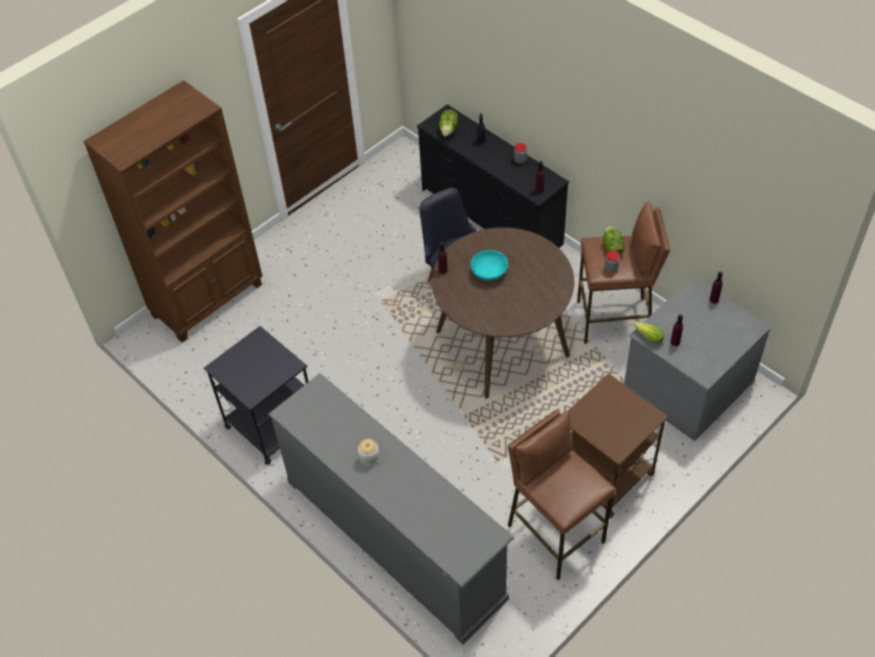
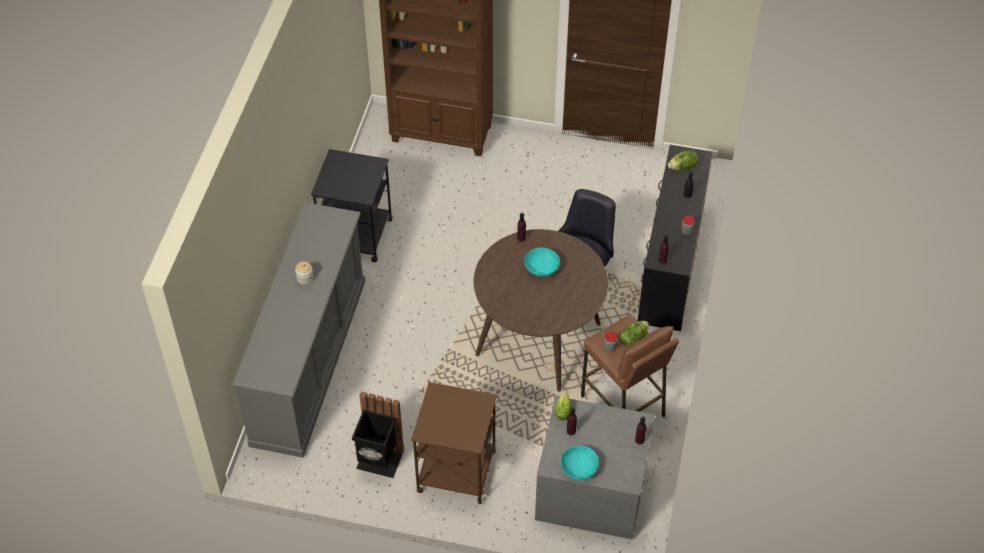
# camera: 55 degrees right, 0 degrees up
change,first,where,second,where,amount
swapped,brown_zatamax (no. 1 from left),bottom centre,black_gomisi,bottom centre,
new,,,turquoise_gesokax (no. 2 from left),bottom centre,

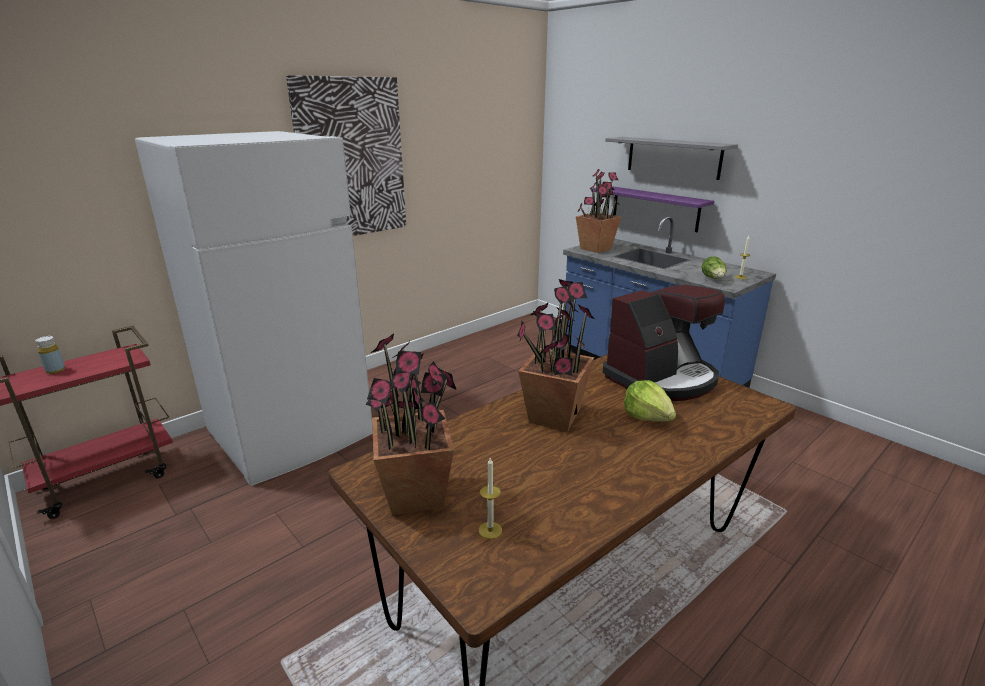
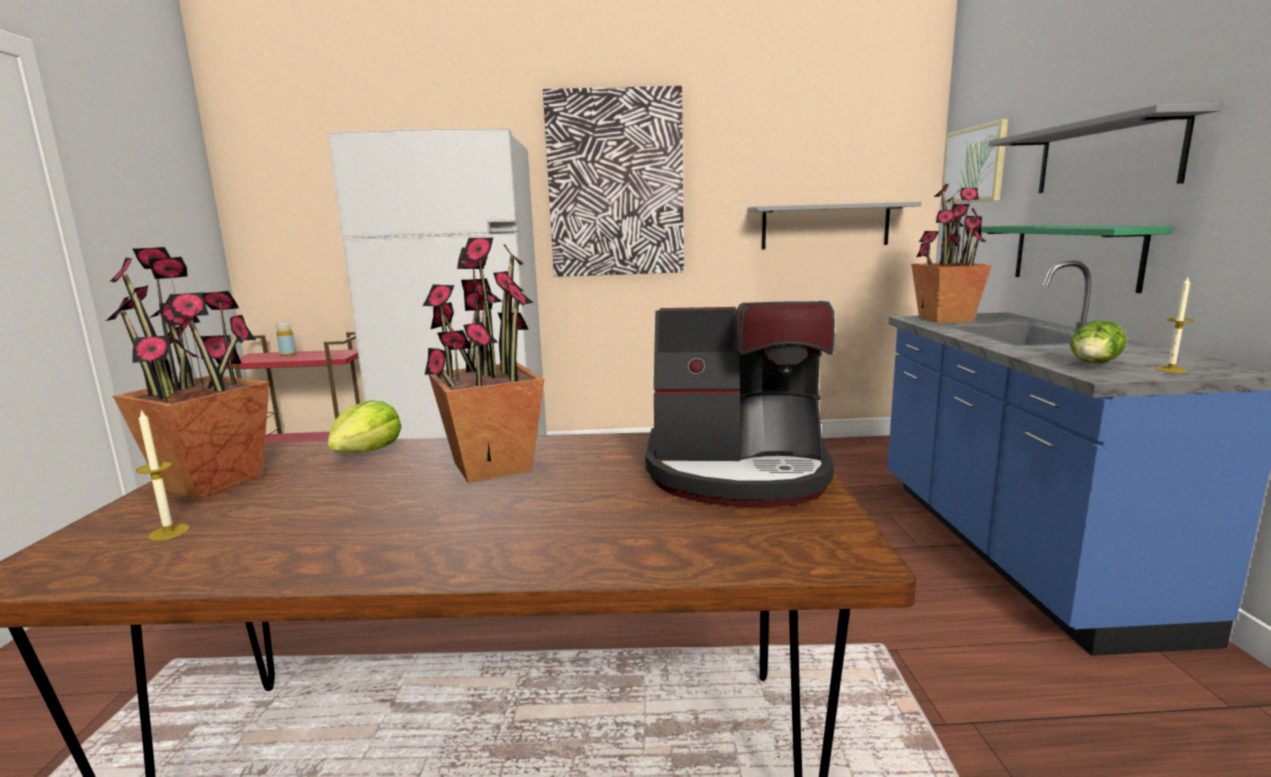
# camera: 40 degrees right, 10 degrees down
change,first,where,second,where,amount
repainted,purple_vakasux,top centre,green_vakasux,middle right,
shifted,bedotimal (no. 1 from left),centre,,middle left,
new,,,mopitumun (no. 2 from left),top right,
new,,,grey_vakasux (no. 1 from left),top centre,

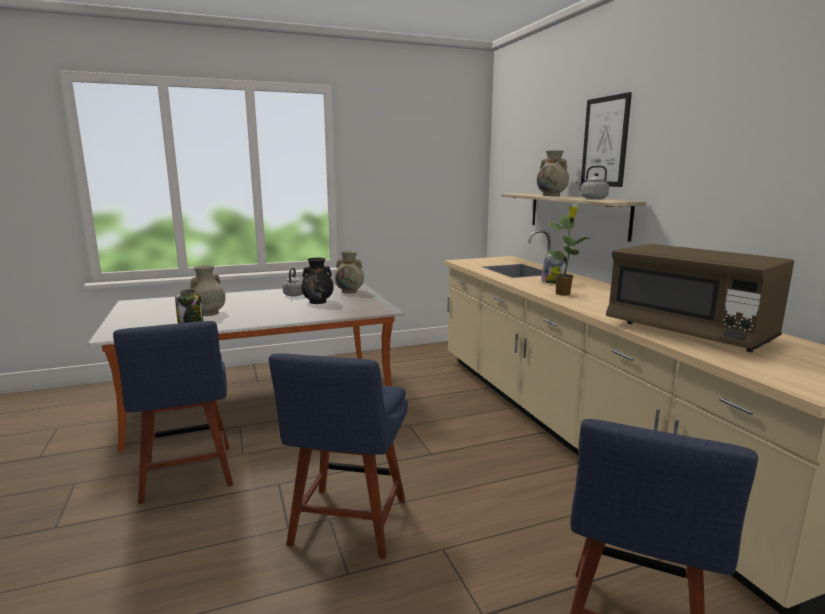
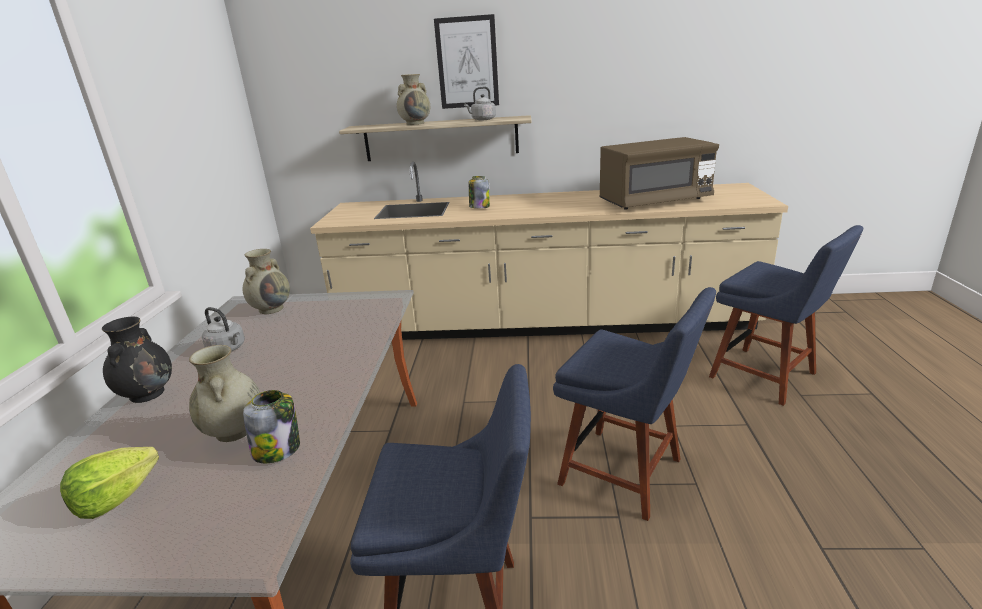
# camera: 65 degrees left, 10 degrees up
change,first,where,second,where,amount
gone,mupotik,middle right,,,
shifted,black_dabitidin,centre,,middle left,
new,,,bedotimal,bottom left,

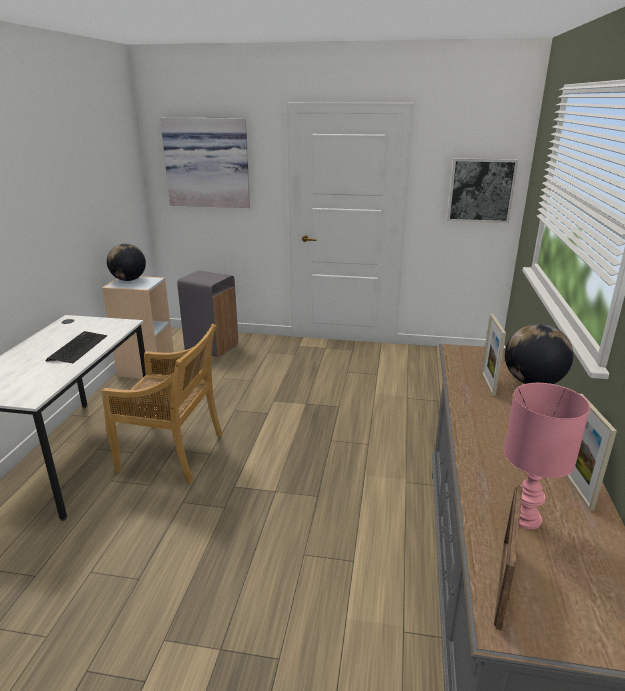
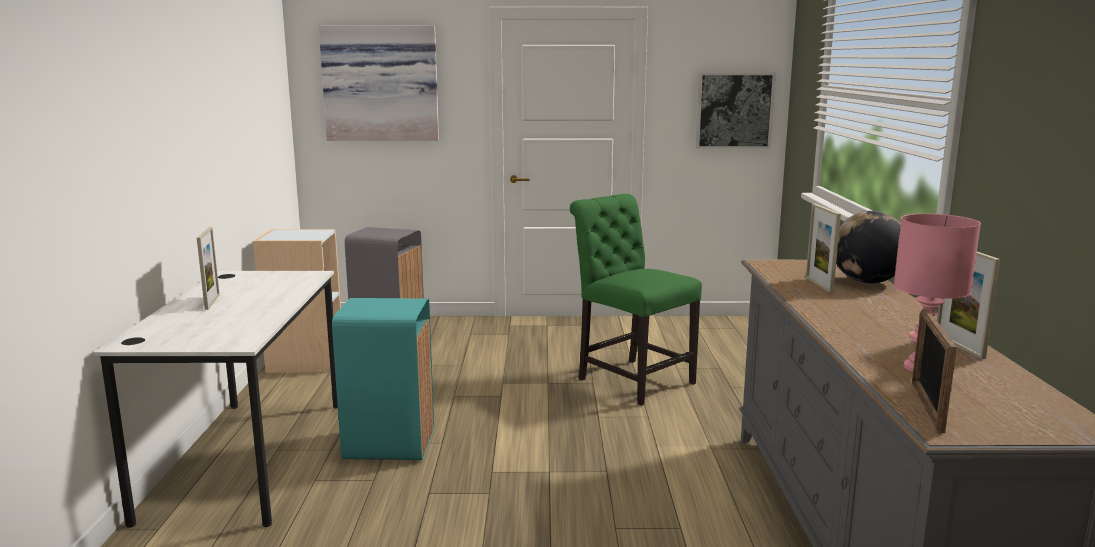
# camera: 10 degrees left, 10 degrees down
change,first,where,second,where,amount
gone,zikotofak (no. 1 from left),middle left,,,
swapped,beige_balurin,middle left,turquoise_gomisi,bottom centre,
gone,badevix,middle left,,,
new,,,green_balurin,centre,
new,,,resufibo (no. 1 from left),middle left,

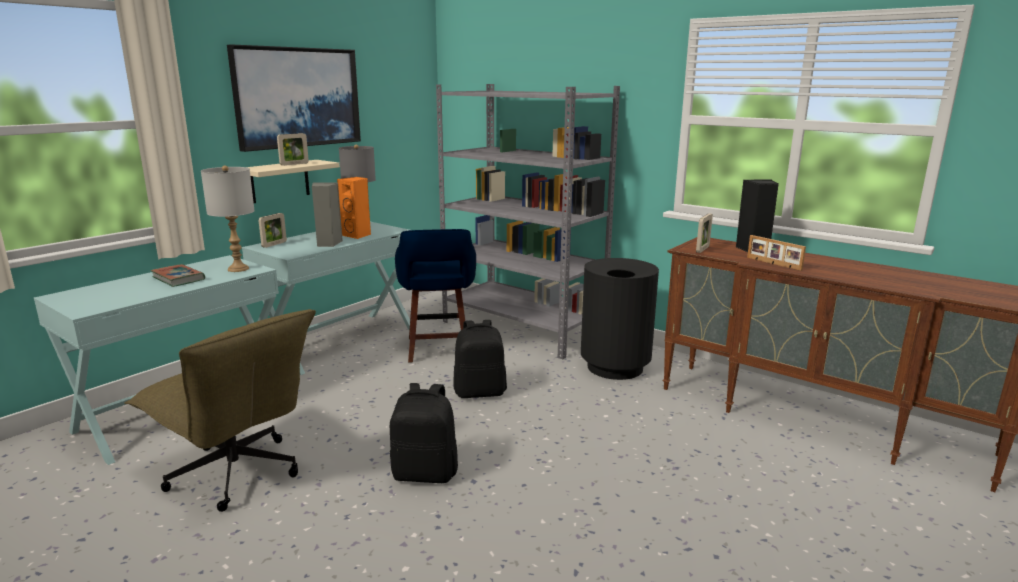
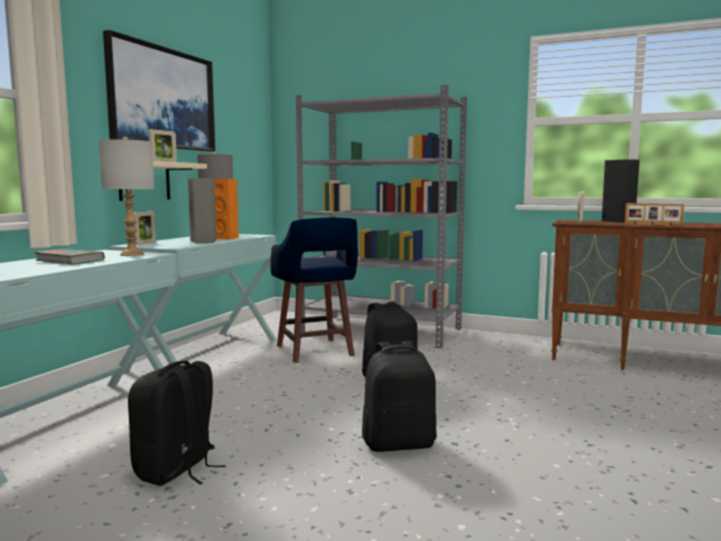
# camera: 15 degrees left, 10 degrees down
change,first,where,second,where,amount
gone,black_gomisi,centre,,,
swapped,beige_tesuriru,bottom left,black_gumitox (no. 1 from left),bottom left,

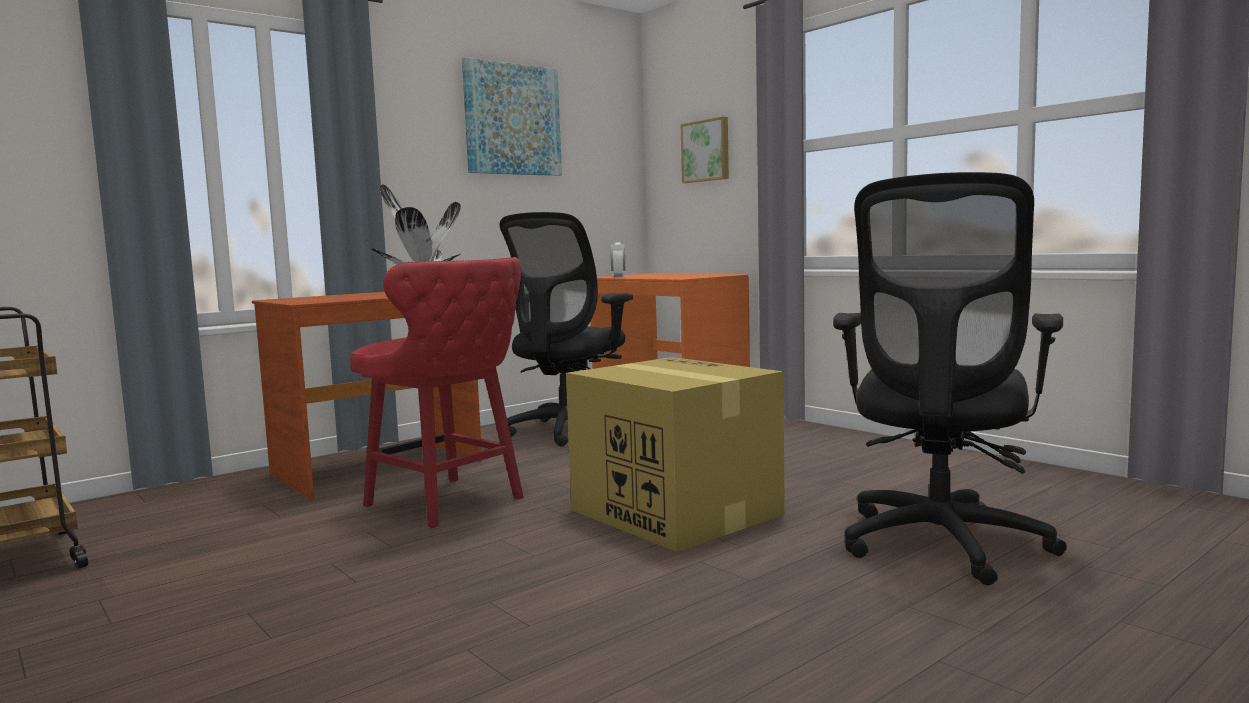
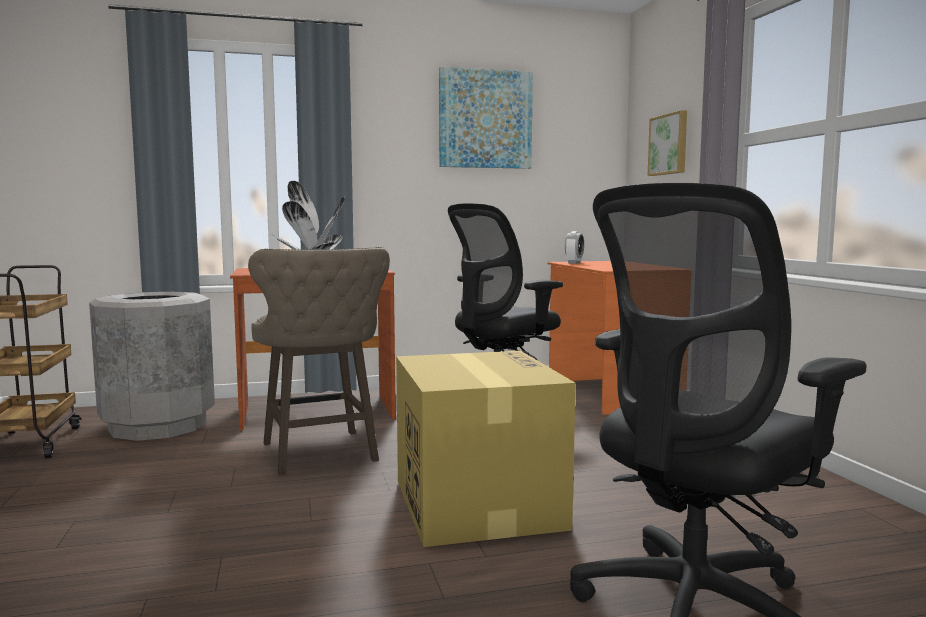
# camera: 25 degrees right, 0 degrees up
change,first,where,second,where,amount
repainted,red_zatamax,centre,beige_zatamax,centre,
new,,,grey_gomisi,middle left,

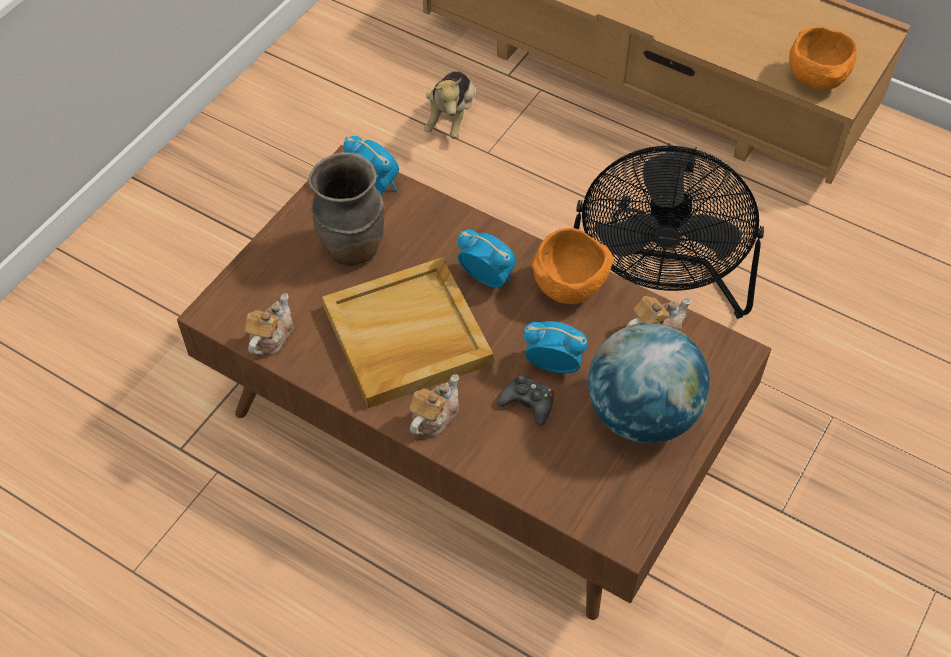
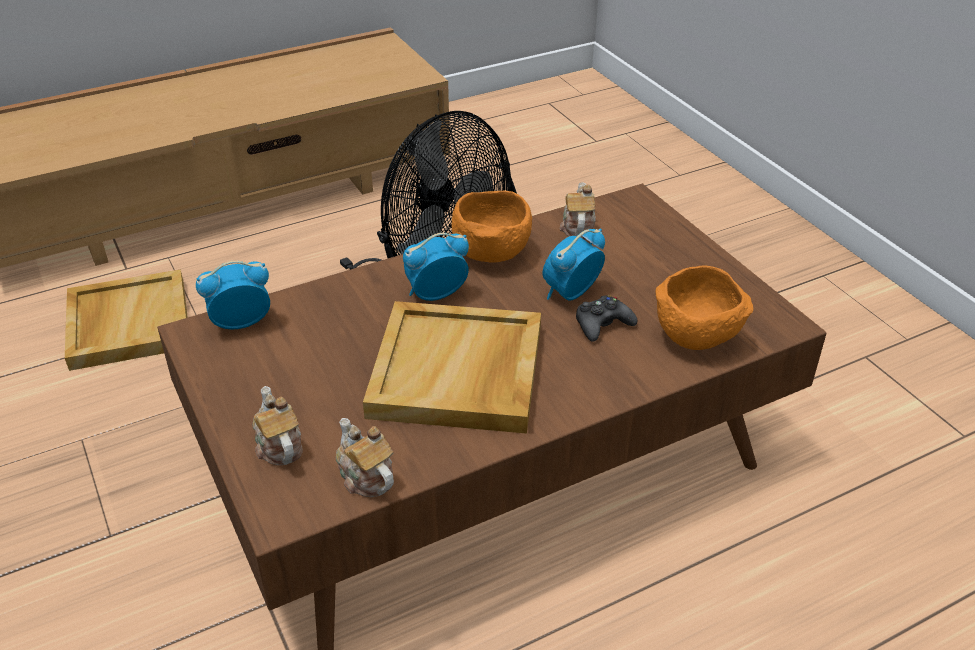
# camera: 60 degrees left, 15 degrees down
change,first,where,second,where,amount
shifted,orange_gesokax (no. 2 from left),top right,,middle right,
swapped,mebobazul,top centre,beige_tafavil (no. 1 from left),middle left,
gone,brown_dabitidin,top centre,,,
gone,zikotofak,middle right,,,
shifted,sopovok (no. 2 from left in the first image),centre,sopovok (no. 1 from left),middle left,

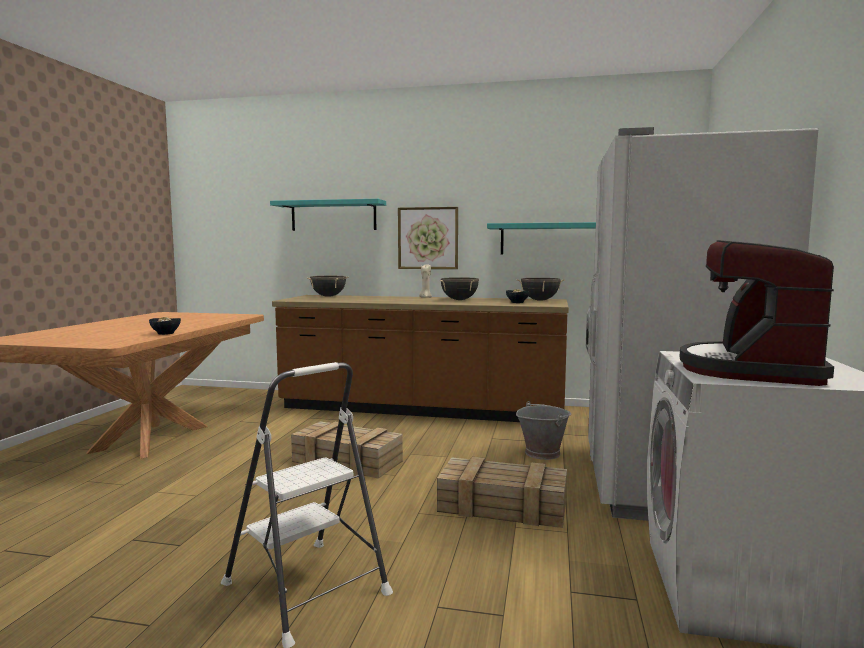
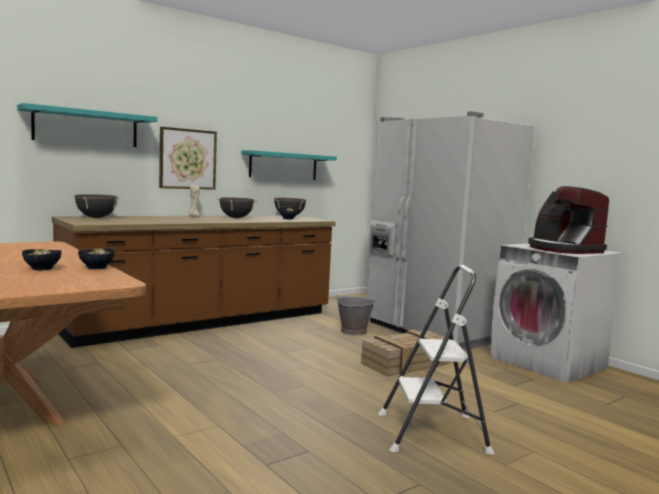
# camera: 50 degrees left, 0 degrees up
change,first,where,second,where,amount
gone,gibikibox (no. 1 from left),bottom centre,,,
new,,,gesokax (no. 1 from left),middle left,

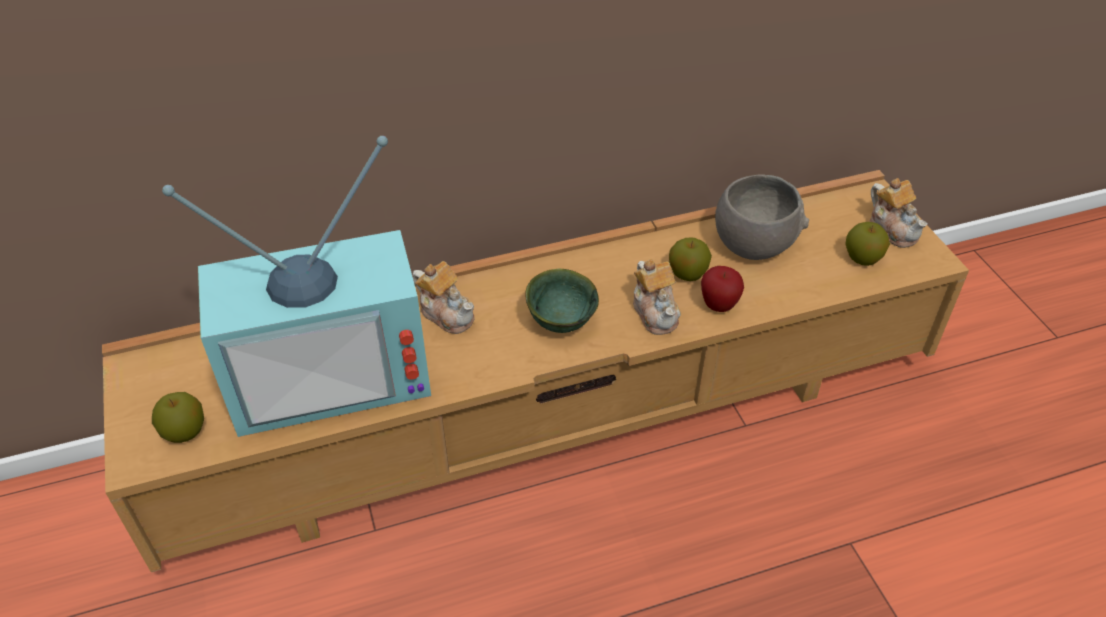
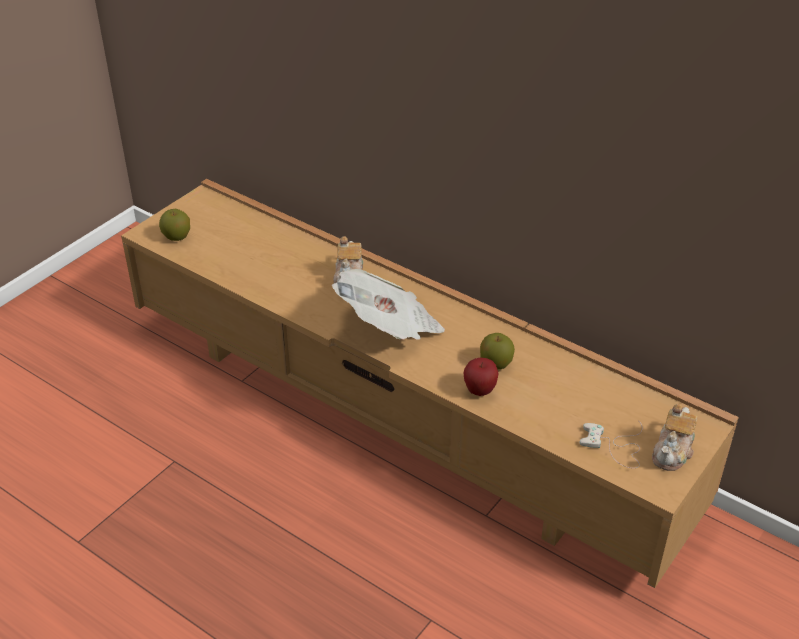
# camera: 55 degrees right, 5 degrees down
change,first,where,second,where,amount
gone,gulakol,middle left,,,
gone,grey_gesokax,middle right,,,
swapped,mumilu (no. 4 from left),middle right,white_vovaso,bottom right,
gone,sopovok (no. 2 from left),centre,,,
swapped,green_gesokax,centre,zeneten,centre,

